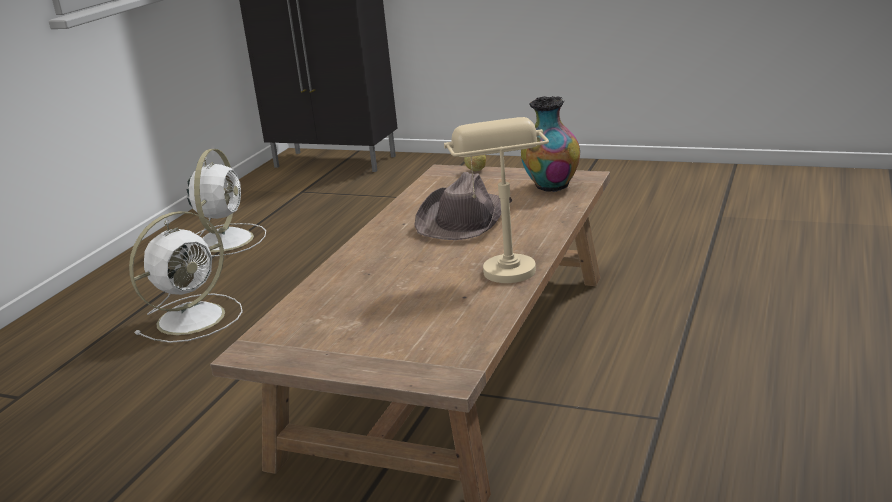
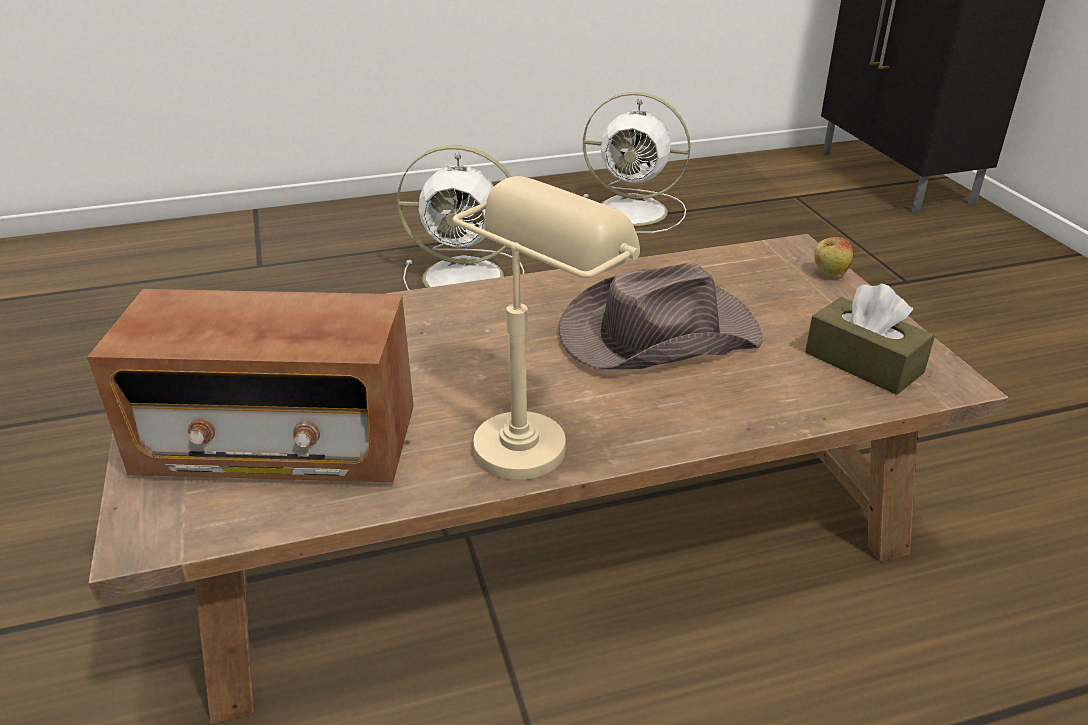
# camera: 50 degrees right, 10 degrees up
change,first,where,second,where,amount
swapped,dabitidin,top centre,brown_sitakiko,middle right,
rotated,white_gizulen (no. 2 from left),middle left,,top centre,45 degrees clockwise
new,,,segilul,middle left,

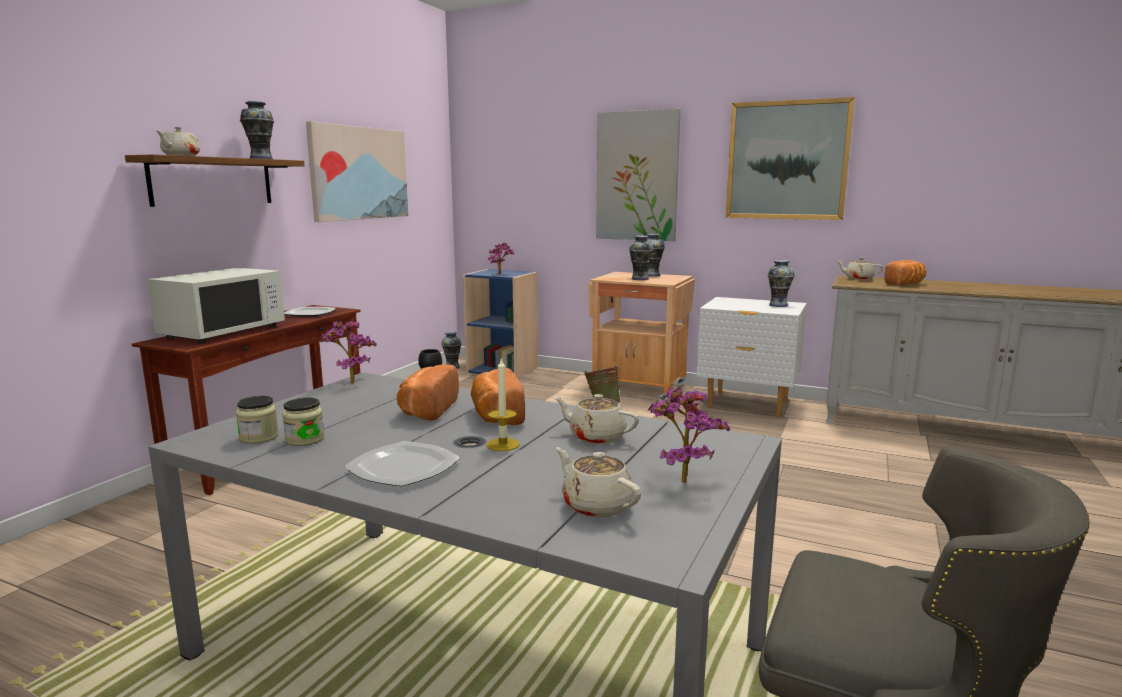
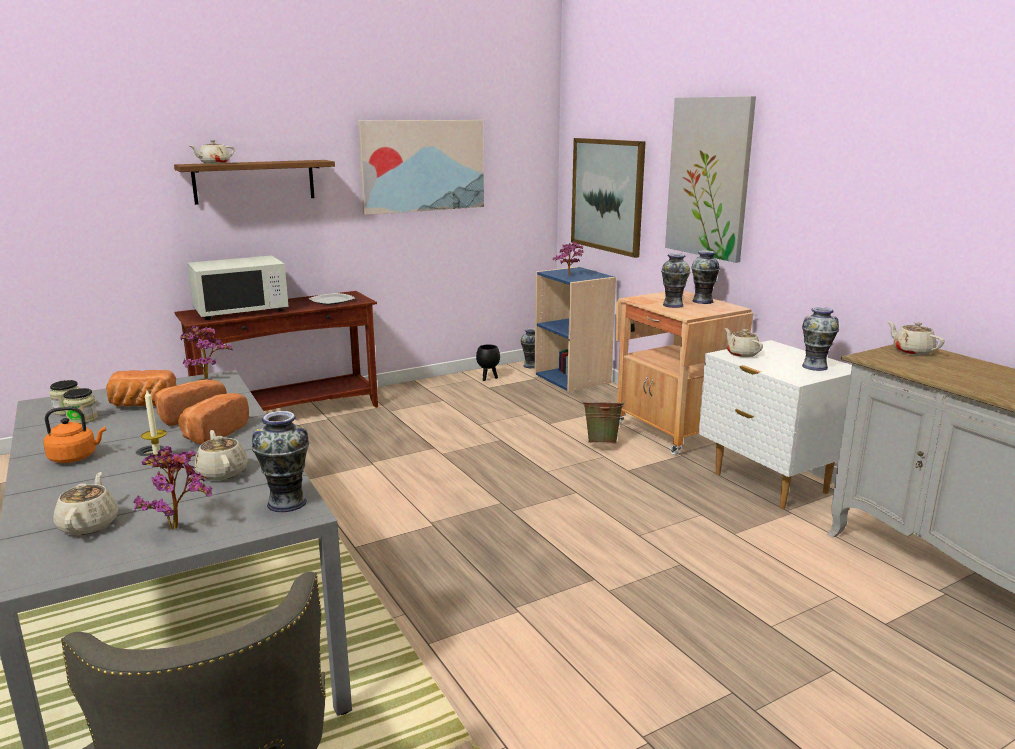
# camera: 35 degrees right, 5 degrees up
change,first,where,second,where,amount
shifted,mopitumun (no. 3 from left in the first image),top right,mopitumun (no. 2 from left),top centre,
shifted,dabitidin (no. 1 from left),top left,,middle left,
shifted,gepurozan (no. 3 from left in the first image),middle right,gepurozan (no. 1 from left),middle left,
swapped,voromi (no. 2 from left),centre,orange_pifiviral,middle left,
new,,,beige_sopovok (no. 4 from left),middle right,

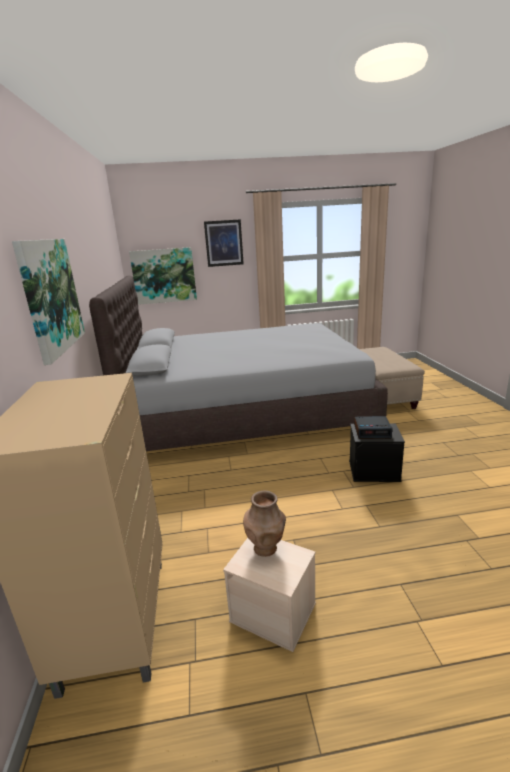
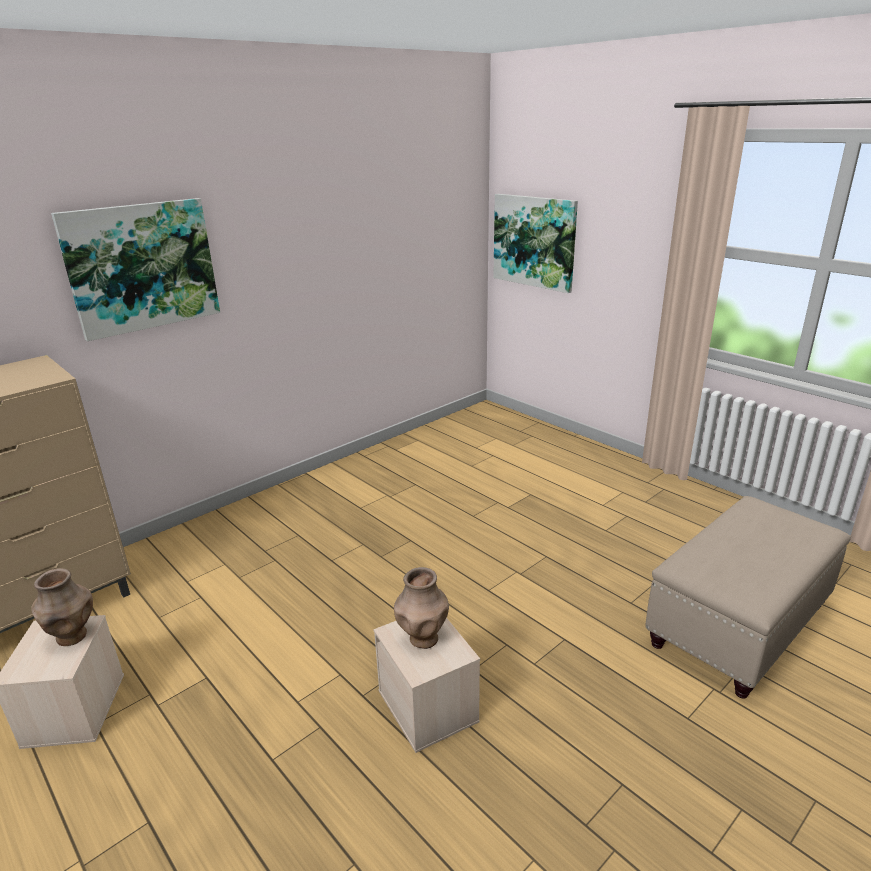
# camera: 55 degrees right, 5 degrees up
change,first,where,second,where,amount
gone,mopitumun (no. 3 from left),top centre,,,
gone,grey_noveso,centre,,,
swapped,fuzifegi,middle right,brown_dabitidin (no. 2 from left),bottom centre,
repainted,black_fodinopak,middle right,beige_fodinopak (no. 2 from left),bottom centre,

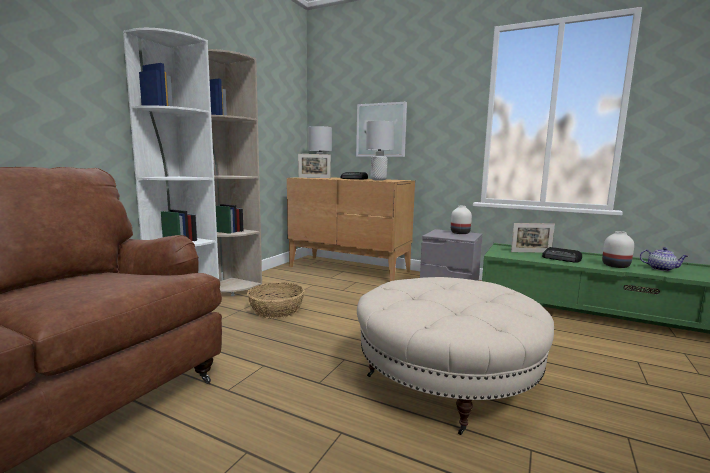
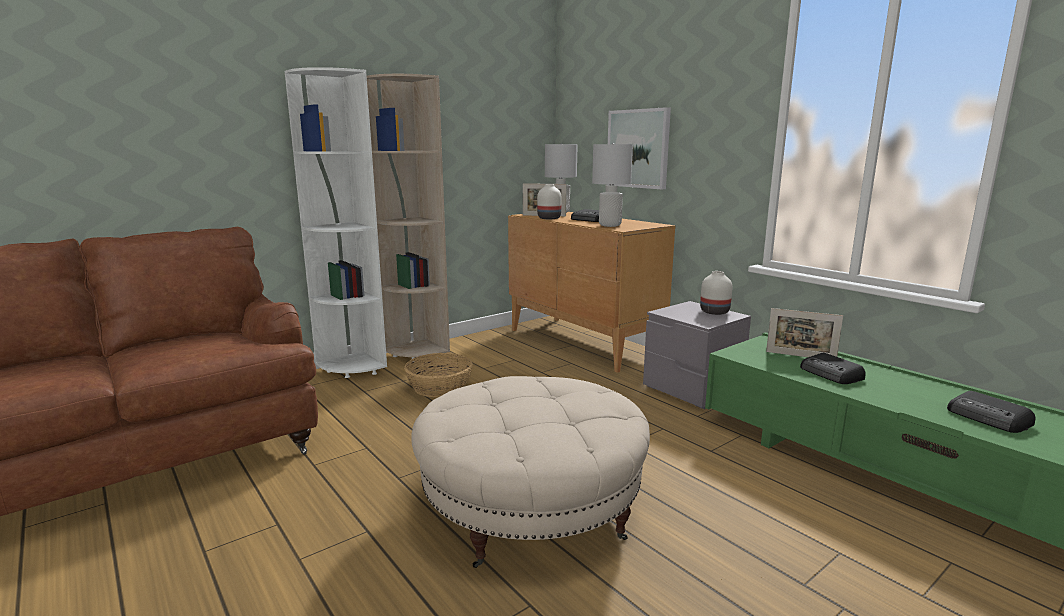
# camera: 25 degrees right, 5 degrees up
change,first,where,second,where,amount
shifted,white_dabitidin (no. 2 from left in the first image),middle right,white_dabitidin (no. 1 from left),top centre,
swapped,sopovok,middle right,segilul (no. 3 from left),bottom right,

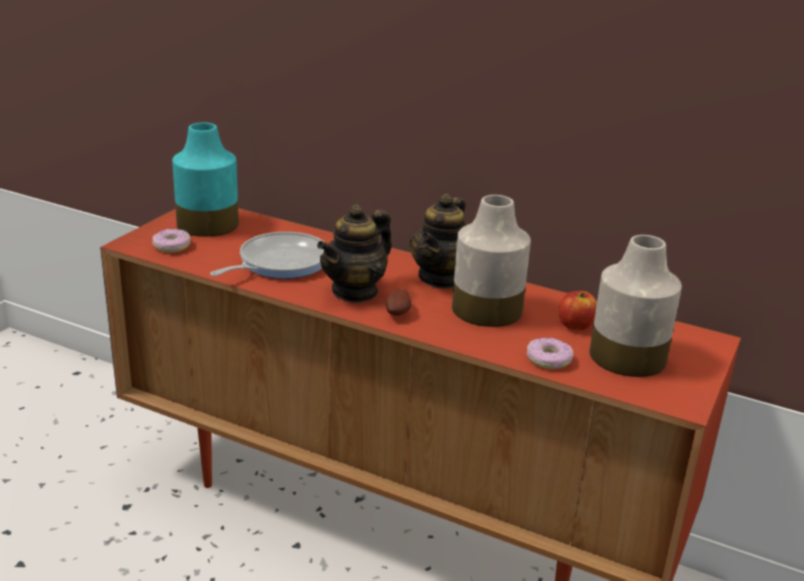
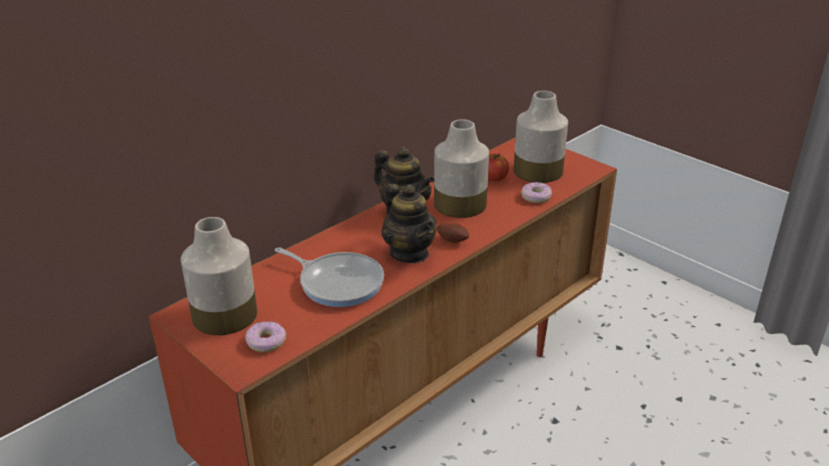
# camera: 70 degrees left, 5 degrees up
change,first,where,second,where,amount
repainted,turquoise_dabitidin,top left,beige_dabitidin (no. 1 from left),middle left,
rotated,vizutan,centre,,centre,150 degrees clockwise

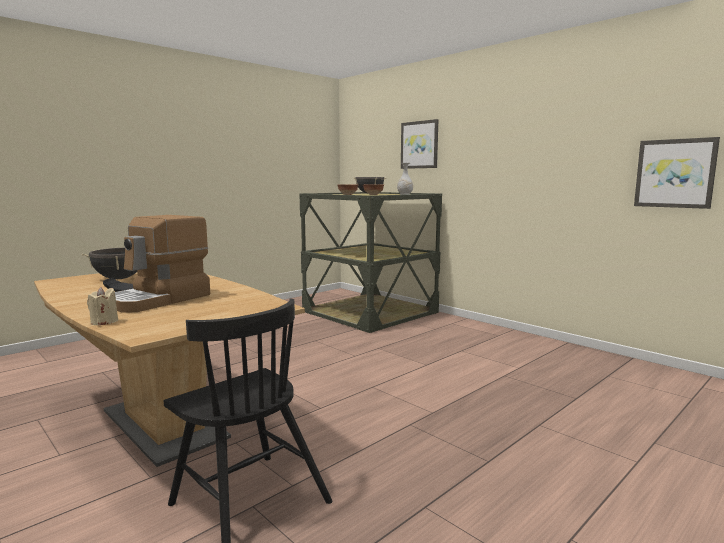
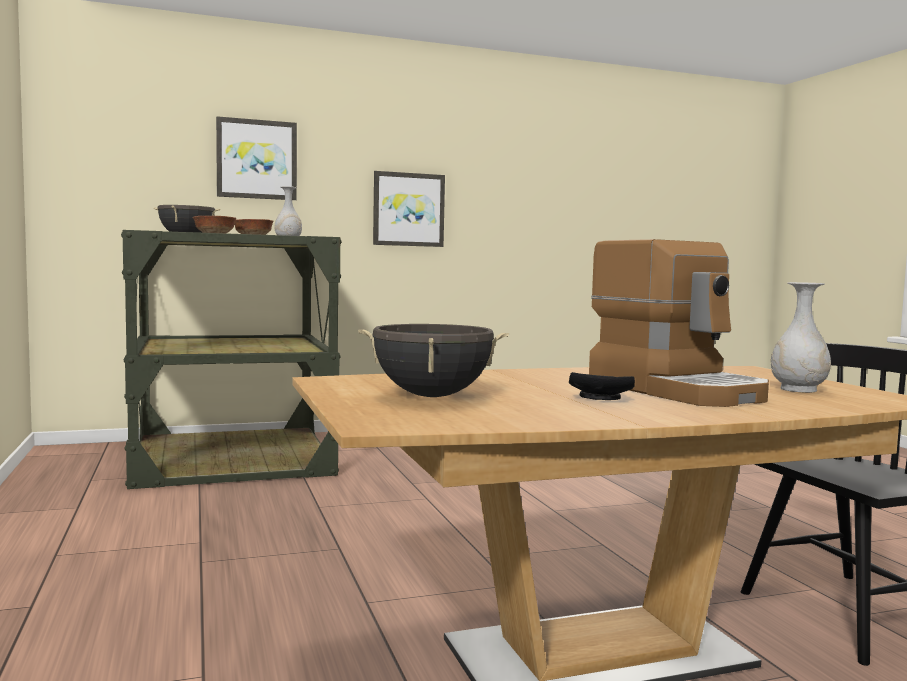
# camera: 65 degrees left, 5 degrees down
change,first,where,second,where,amount
shifted,mopitumun (no. 2 from left),top right,,top centre,
gone,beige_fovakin,middle left,,,
new,,,white_dabitidin (no. 2 from left),middle right,

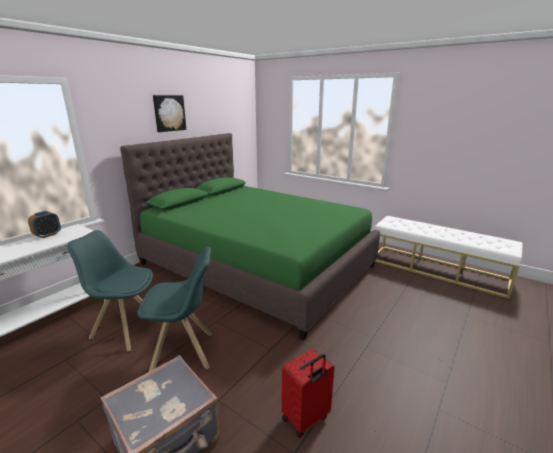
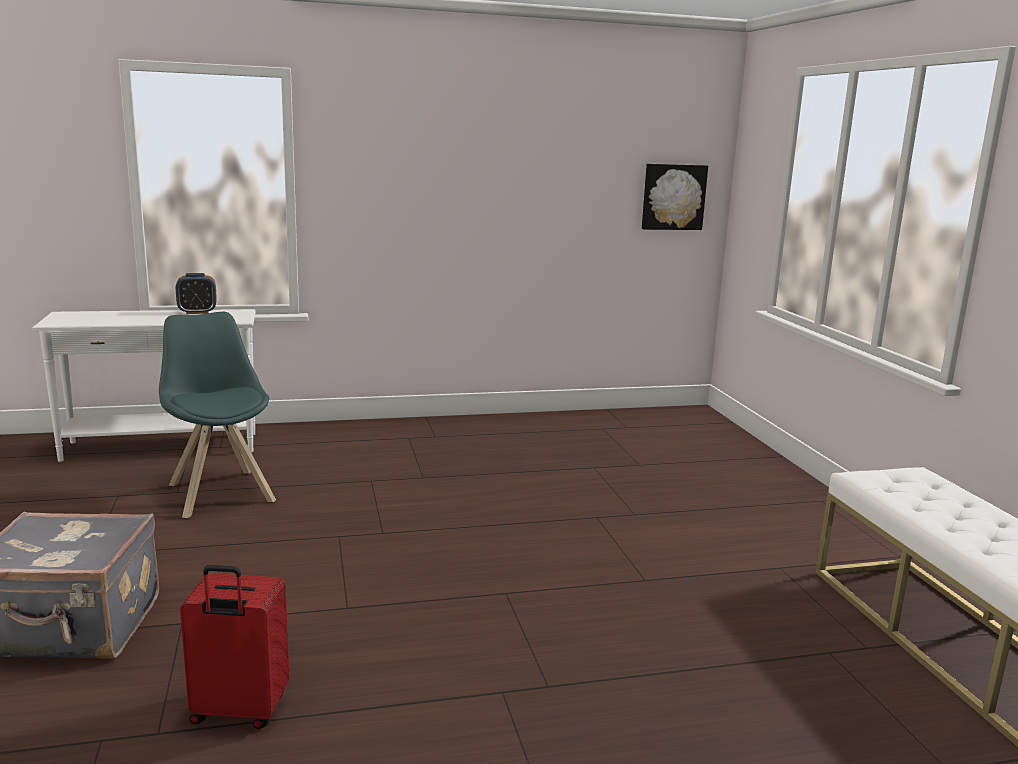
# camera: 40 degrees right, 5 degrees down
change,first,where,second,where,amount
shifted,mopitumun,top left,,top centre,
gone,green_noveso,centre,,,
gone,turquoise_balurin (no. 2 from left),bottom left,,,

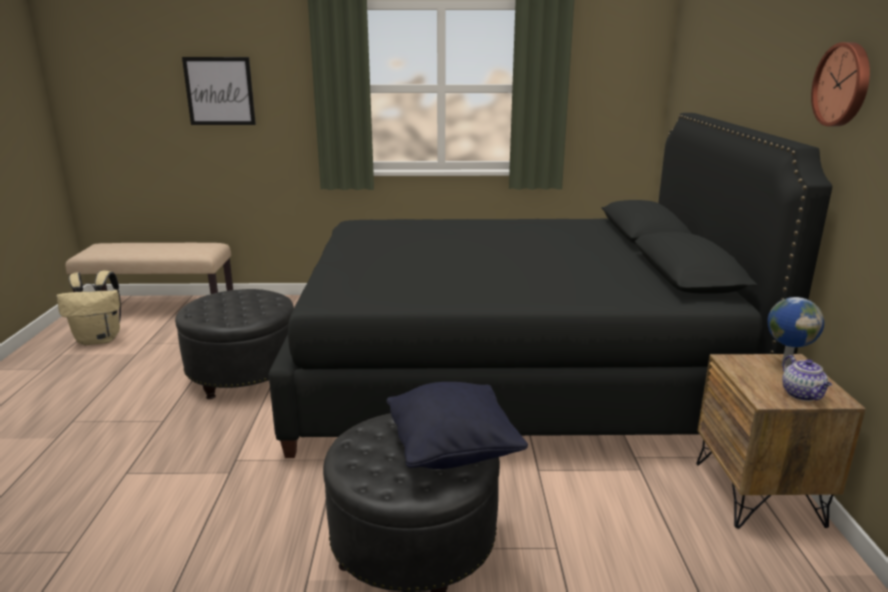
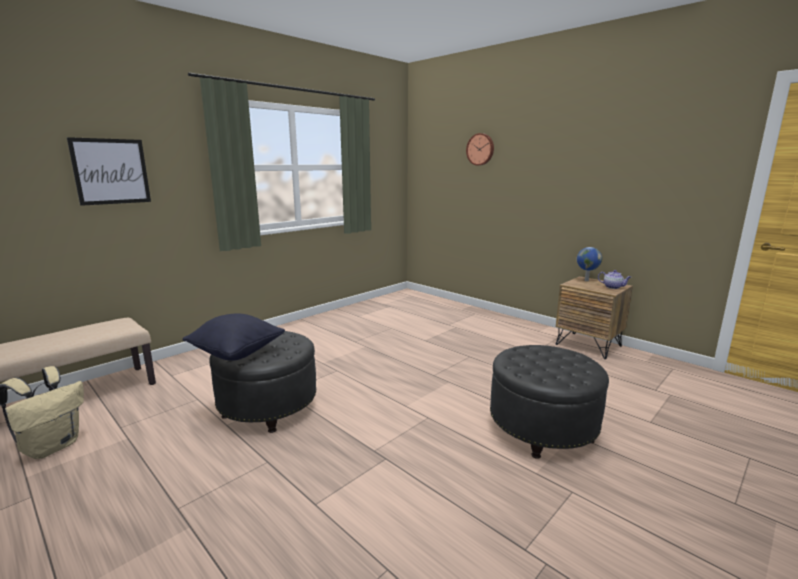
# camera: 45 degrees left, 5 degrees down
change,first,where,second,where,amount
shifted,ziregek,top right,,top centre,
gone,black_noveso,centre,,,
shifted,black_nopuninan,bottom centre,,middle left,

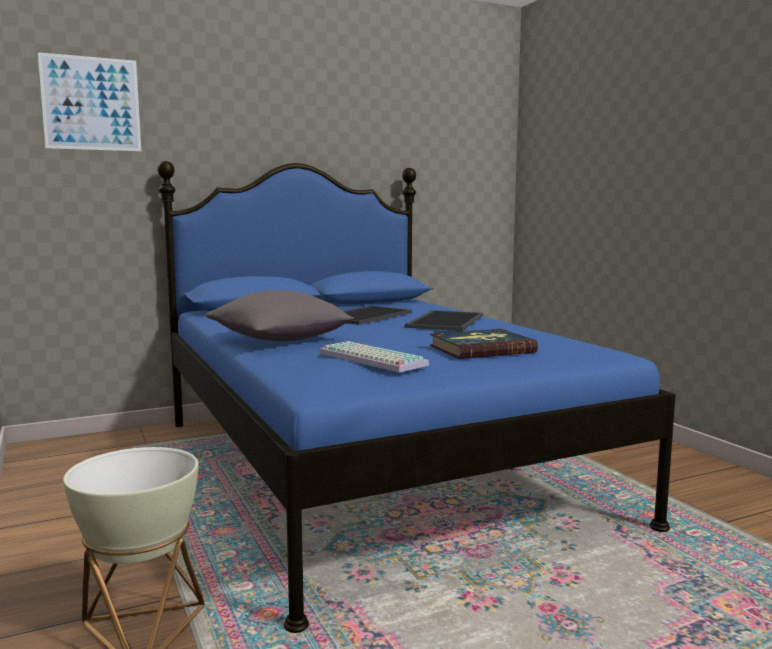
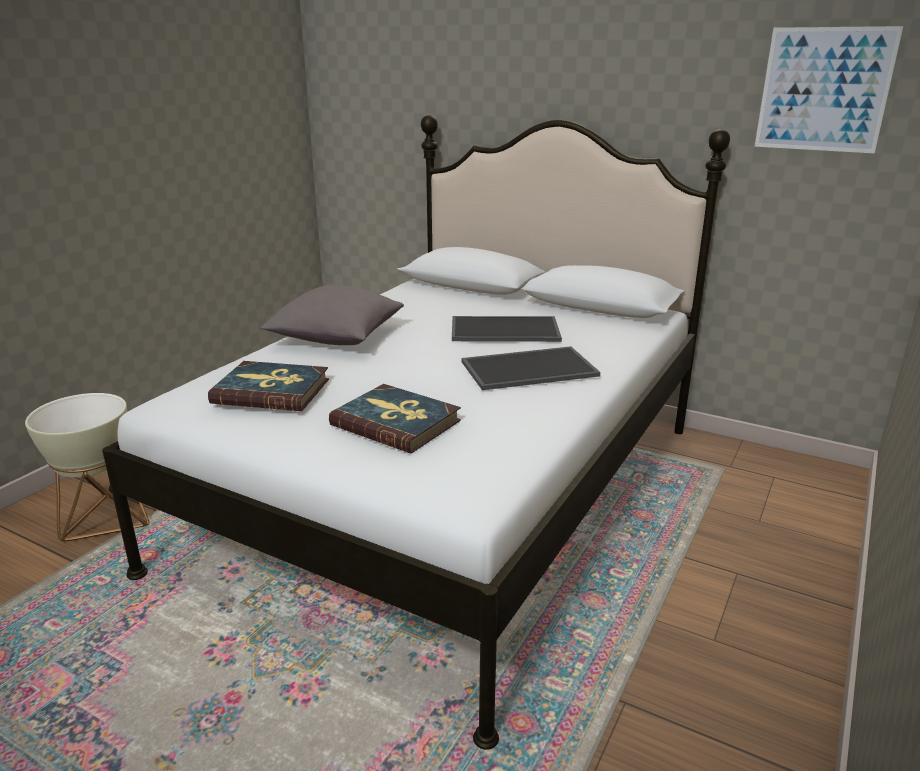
# camera: 55 degrees right, 15 degrees up
change,first,where,second,where,amount
shifted,mopitumun,top left,,top right,
repainted,blue_noveso,centre,white_noveso,centre,
swapped,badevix,centre,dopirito (no. 1 from left),middle left,

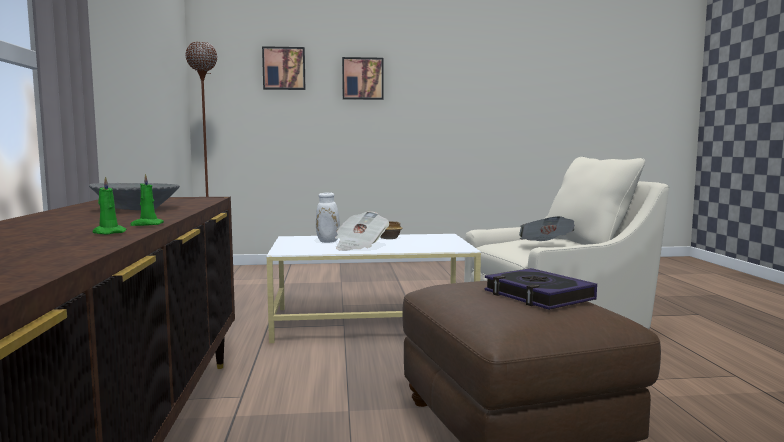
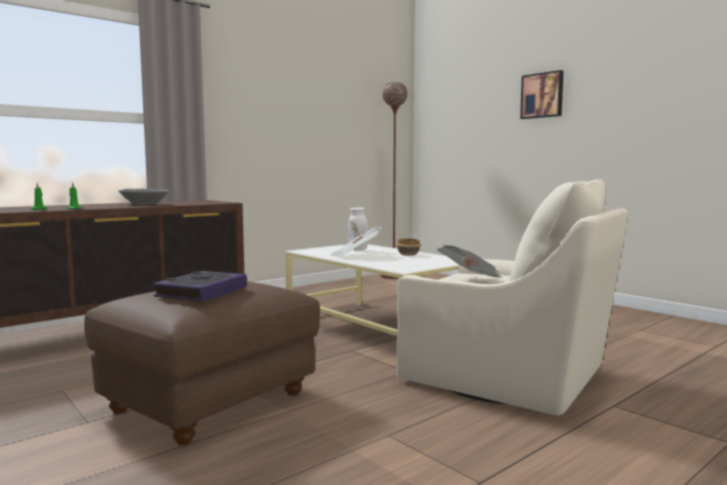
# camera: 55 degrees right, 0 degrees up
change,first,where,second,where,amount
gone,mopitumun (no. 1 from left),top centre,,,

